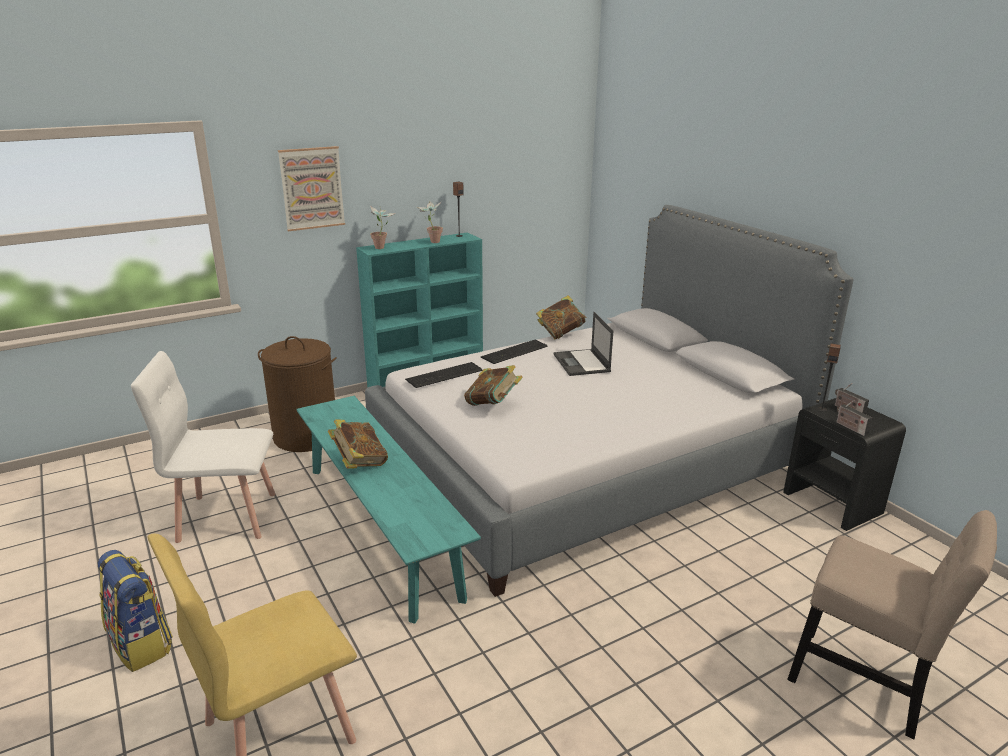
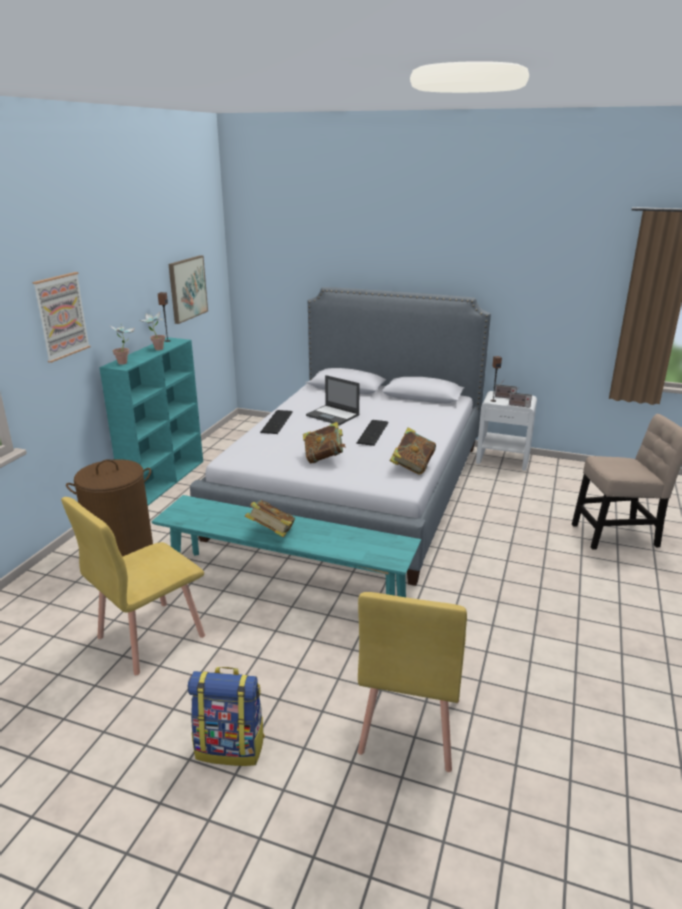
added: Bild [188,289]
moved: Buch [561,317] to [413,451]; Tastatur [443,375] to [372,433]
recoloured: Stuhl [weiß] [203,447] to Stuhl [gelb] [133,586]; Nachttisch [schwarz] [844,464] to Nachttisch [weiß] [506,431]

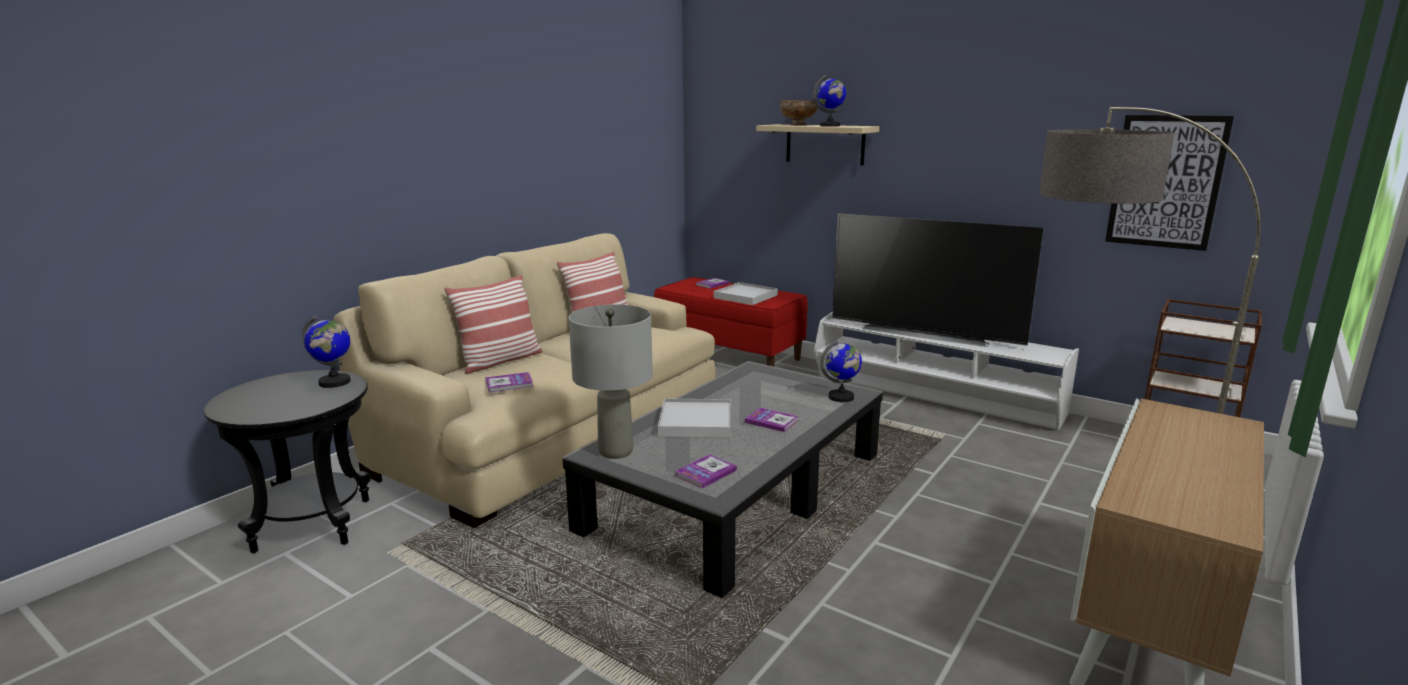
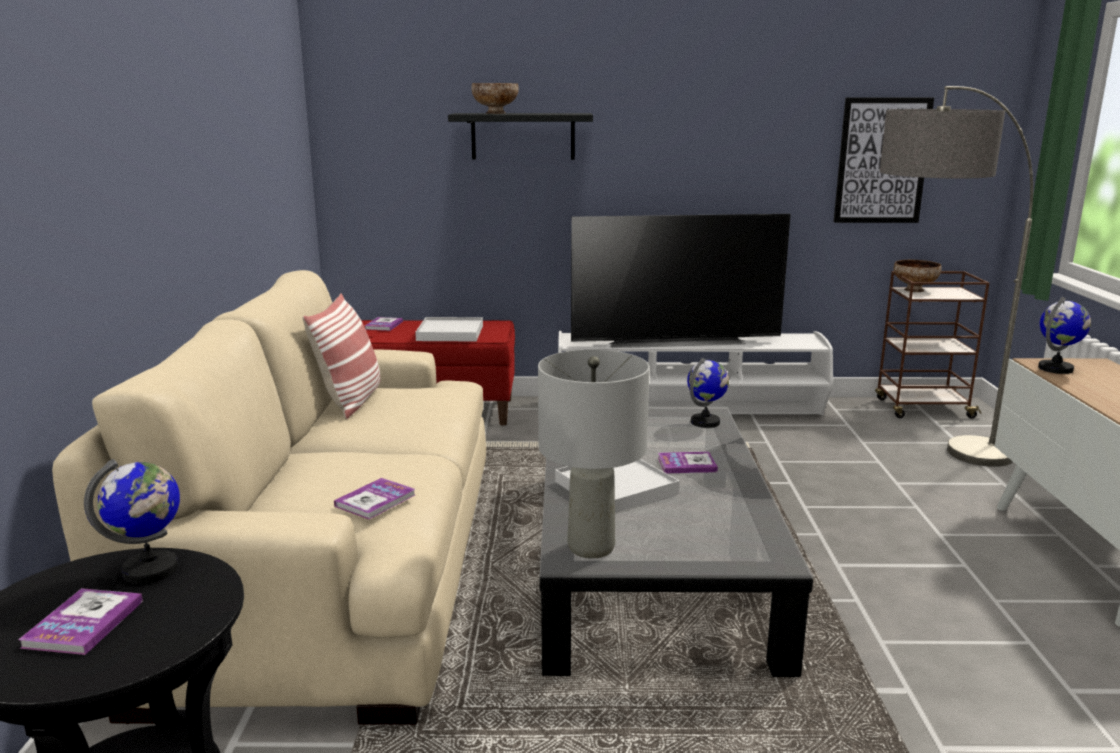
removed: Kissen [493,324]
added: Schüssel [918,276]
moved: Globus [829,101] to [1064,335]; Buch [706,471] to [80,621]
recoloured: Wandregal [beige] [818,144] to Wandregal [schwarz] [520,136]

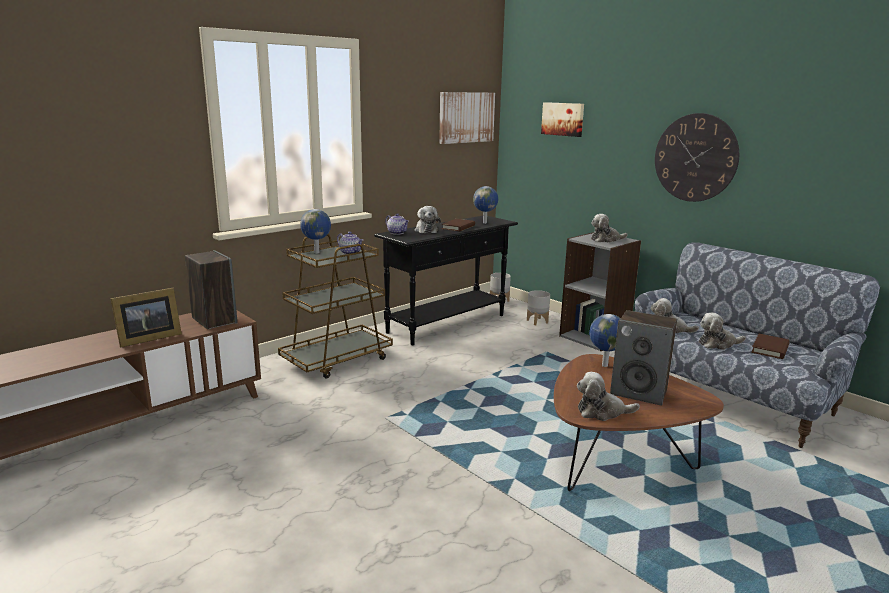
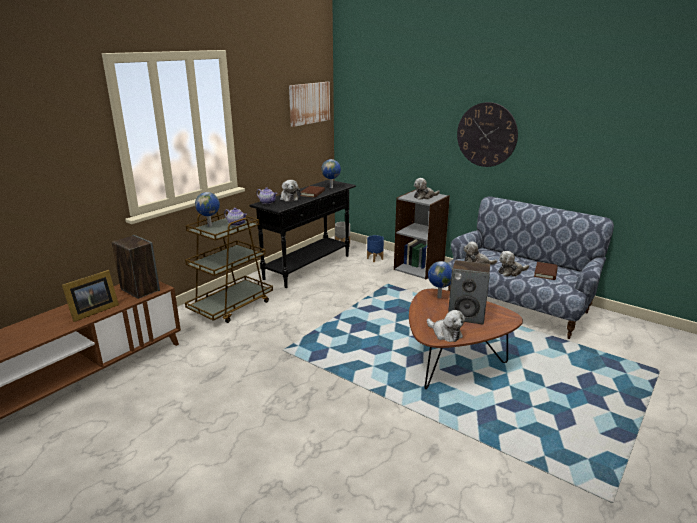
removed: Bild [562,119]
recoloured: Pflanzkübel [grau] [538,307] to Pflanzkübel [blau] [375,248]
turned: Plüschtier [608,396] = [446,326] 120 degrees counterclockwise

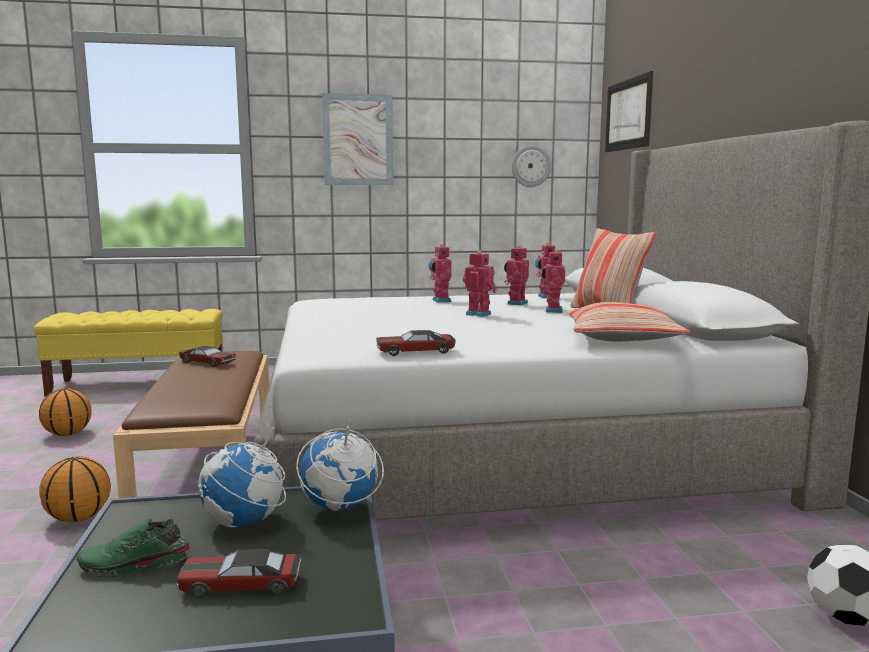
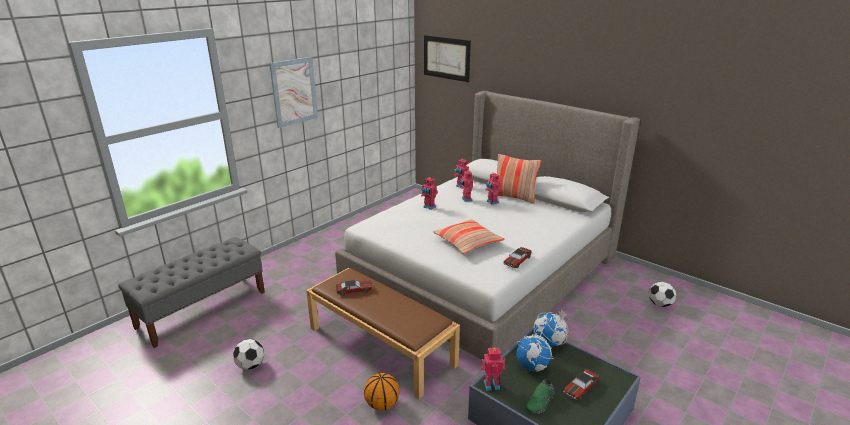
removed: Wanduhr [531,166]
moved: Spielzeugroboter [480,283] to [493,368]; Kissen [628,321] to [468,236]
replaced: Basketball [65,412] to Fußball [248,354]
recoloured: Bank [gelb] [128,352] to Bank [grau] [191,292]

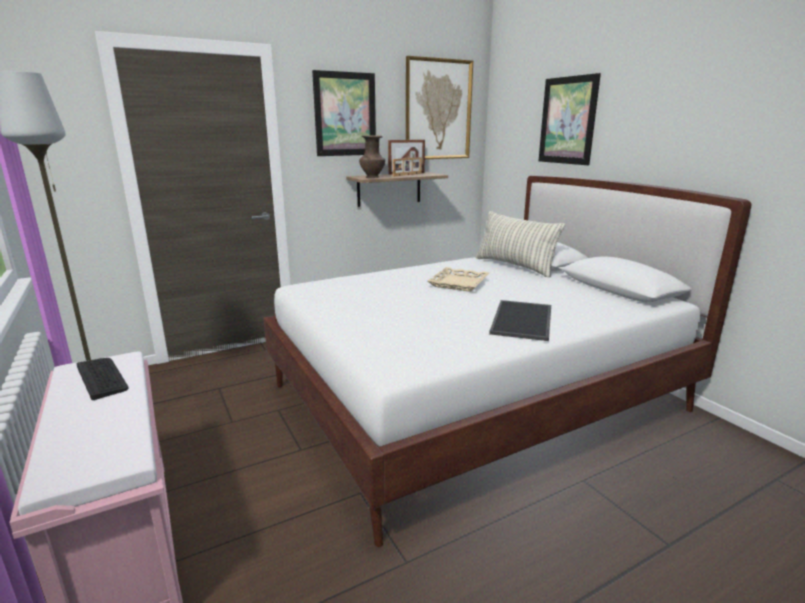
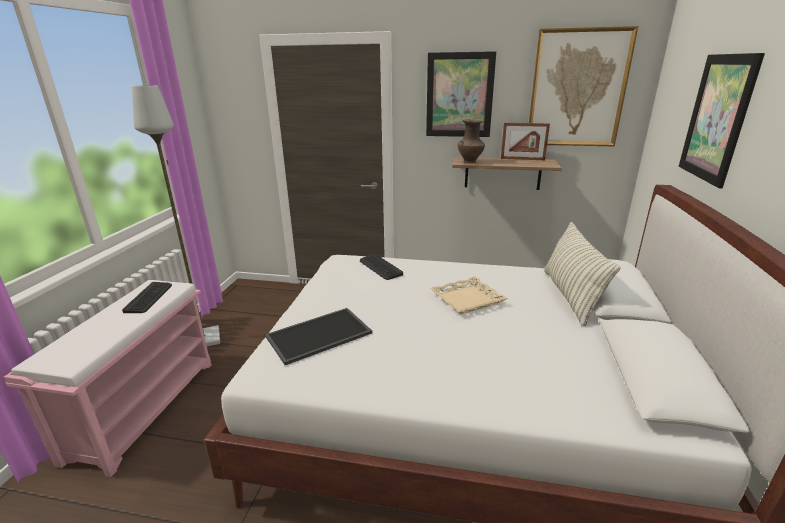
removed: Bilderrahmen [407,166]
added: Tastatur [381,267]
moved: Tablett [520,320] to [318,336]

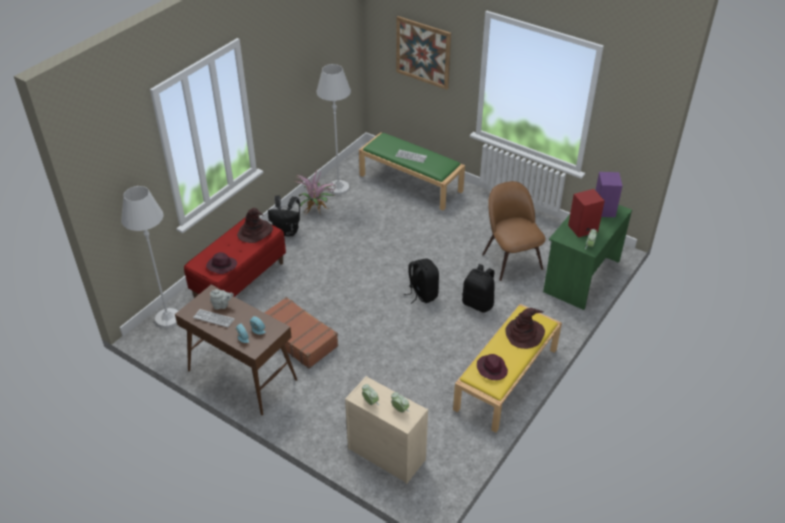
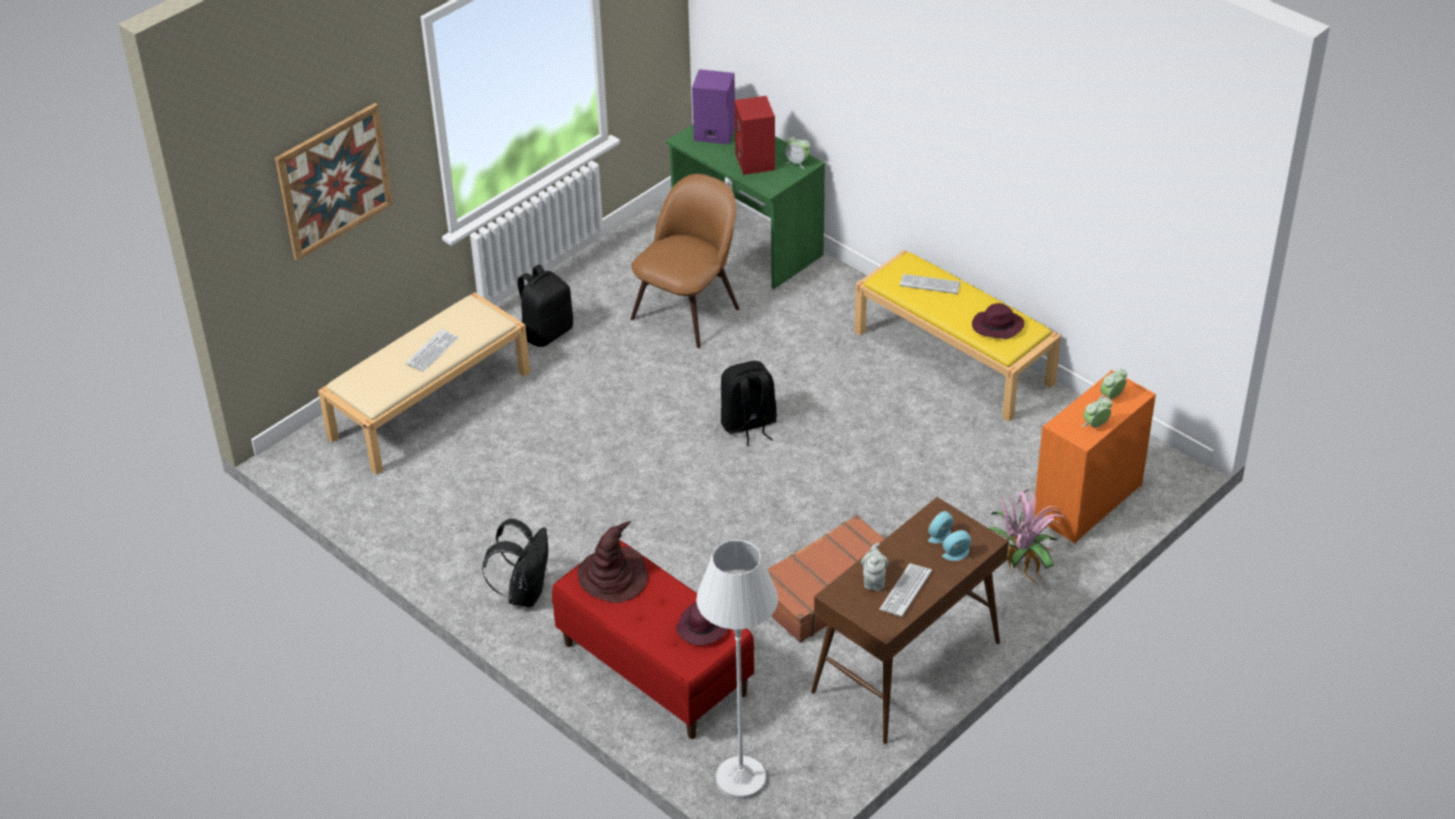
removed: Stehlampe [weiß] [333,129]
moved: Topfpflanze [316,192] to [1028,537]; Rucksack [schwarz] [478,288] to [545,305]
replaced: Hut [braun] [525,328] to Tastatur [930,284]
recoloured: Bank [grün] [412,171] to Bank [beige] [424,383]; Kommode [beige] [386,430] to Kommode [orange] [1095,456]
turned: Stuhl [braun] [514,231] = [685,261] 135 degrees clockwise

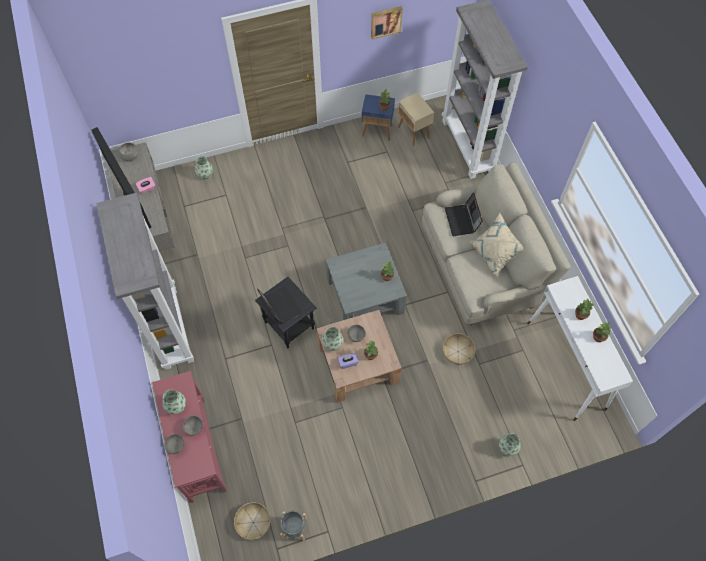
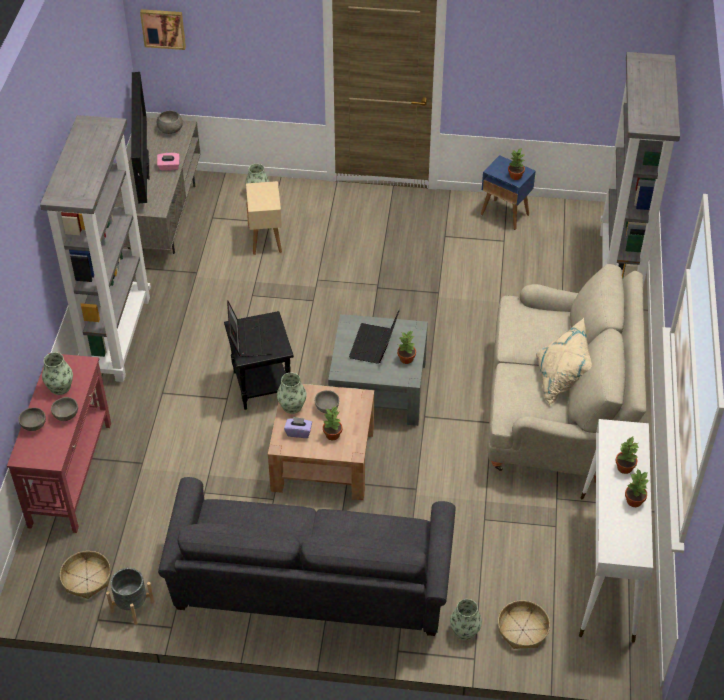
added: Sofa [grau] [306,556]
moved: Bild [387,23] to [163,29]; Beistelltisch [beige] [416,119] to [264,218]; Laptop [464,214] to [374,337]; Korb [459,349] to [524,624]

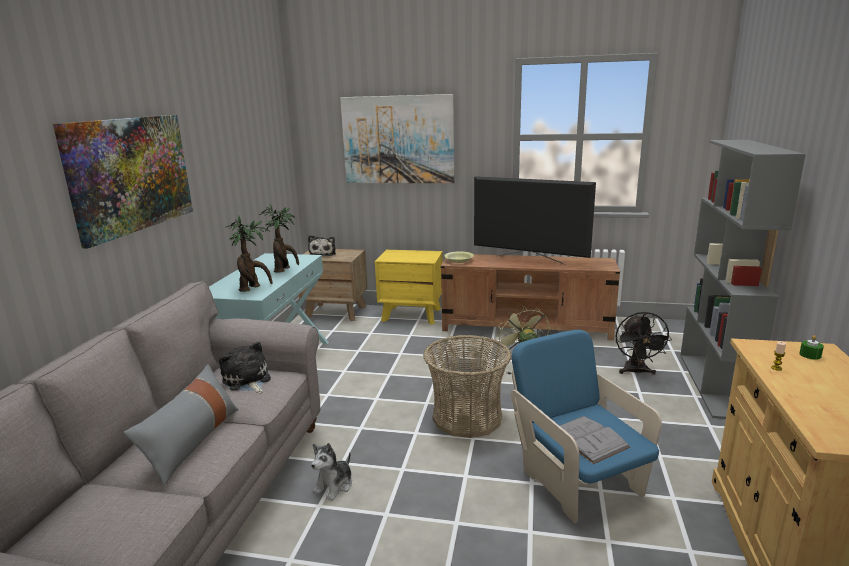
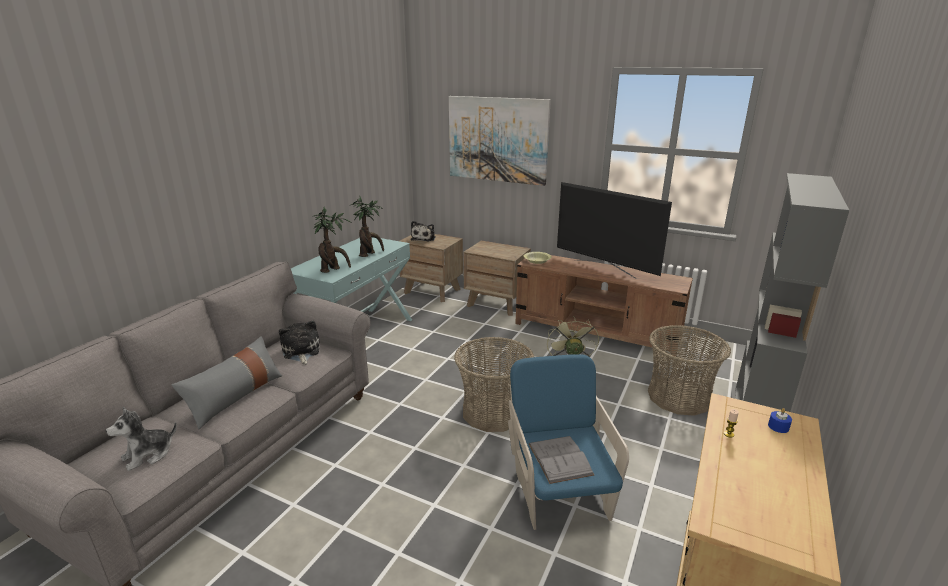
removed: Bild [123,181]
moved: Plüschtier [331,472] to [141,439]
replaced: Ventilator [schwarz] [644,343] to Korb [689,370]
recoloured: Nachttisch [gelb] [409,287] to Nachttisch [braun] [497,278]; Kerze [grün] [811,347] to Kerze [blau] [780,420]

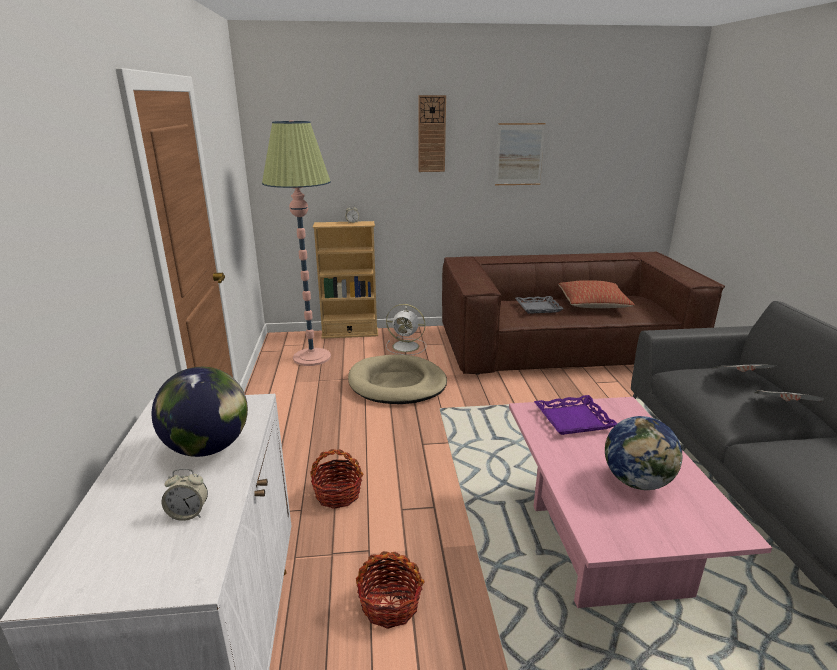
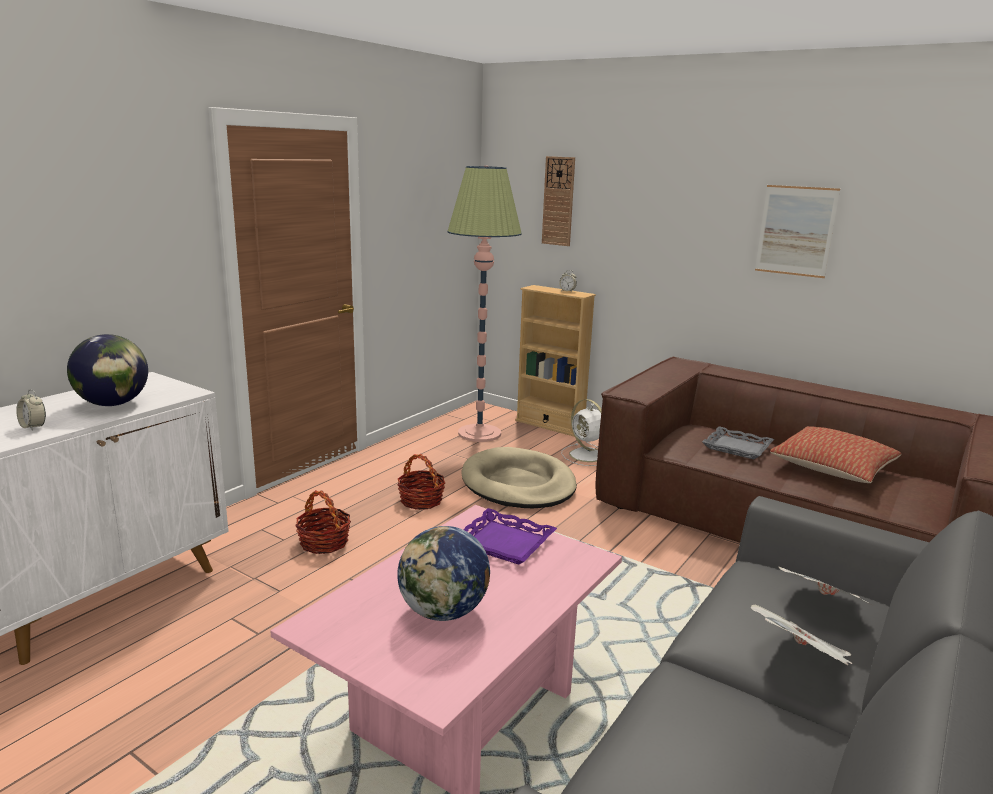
moved: Wanduhr [432,133] to [558,201]; Korb [390,590] to [421,482]

